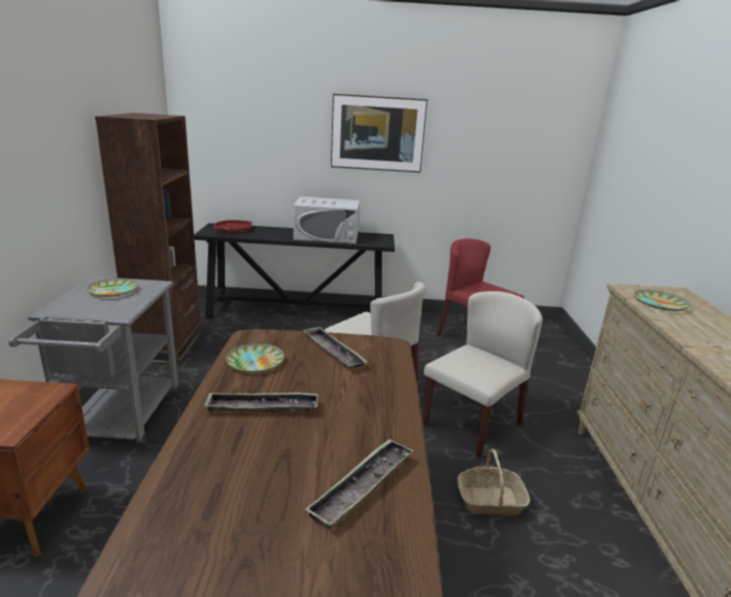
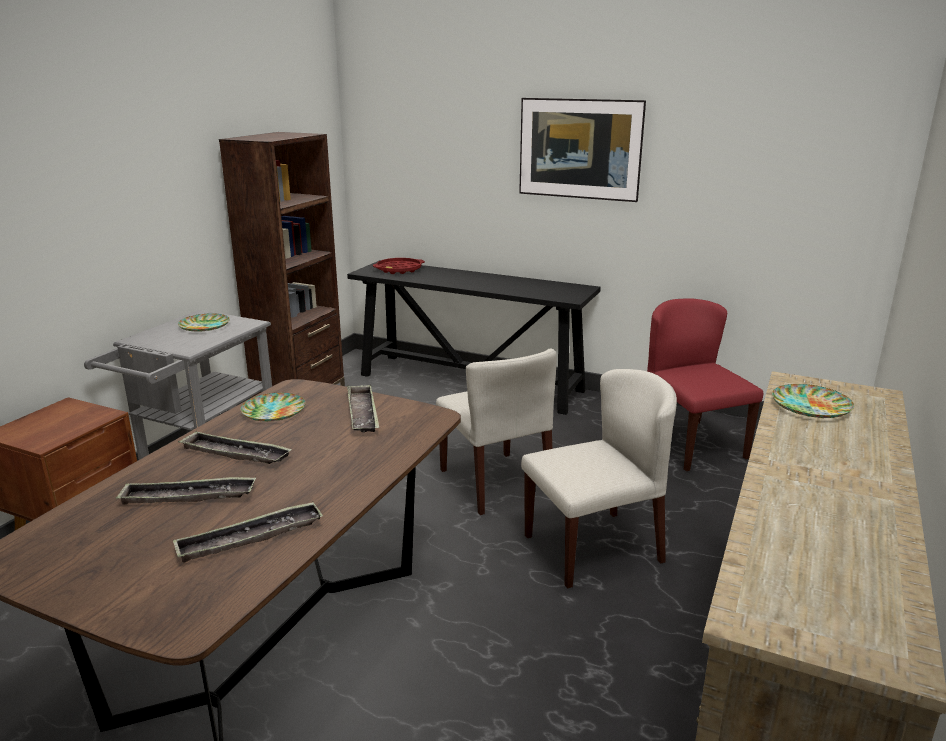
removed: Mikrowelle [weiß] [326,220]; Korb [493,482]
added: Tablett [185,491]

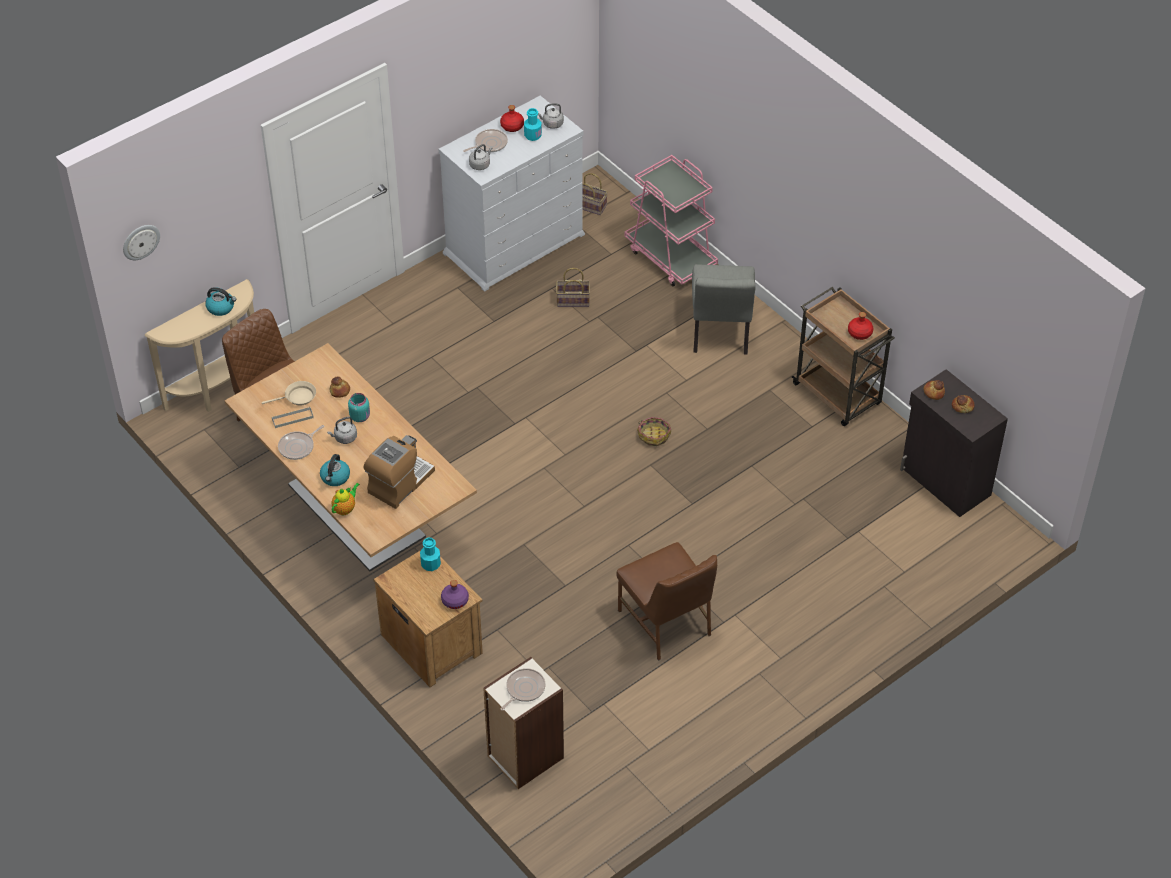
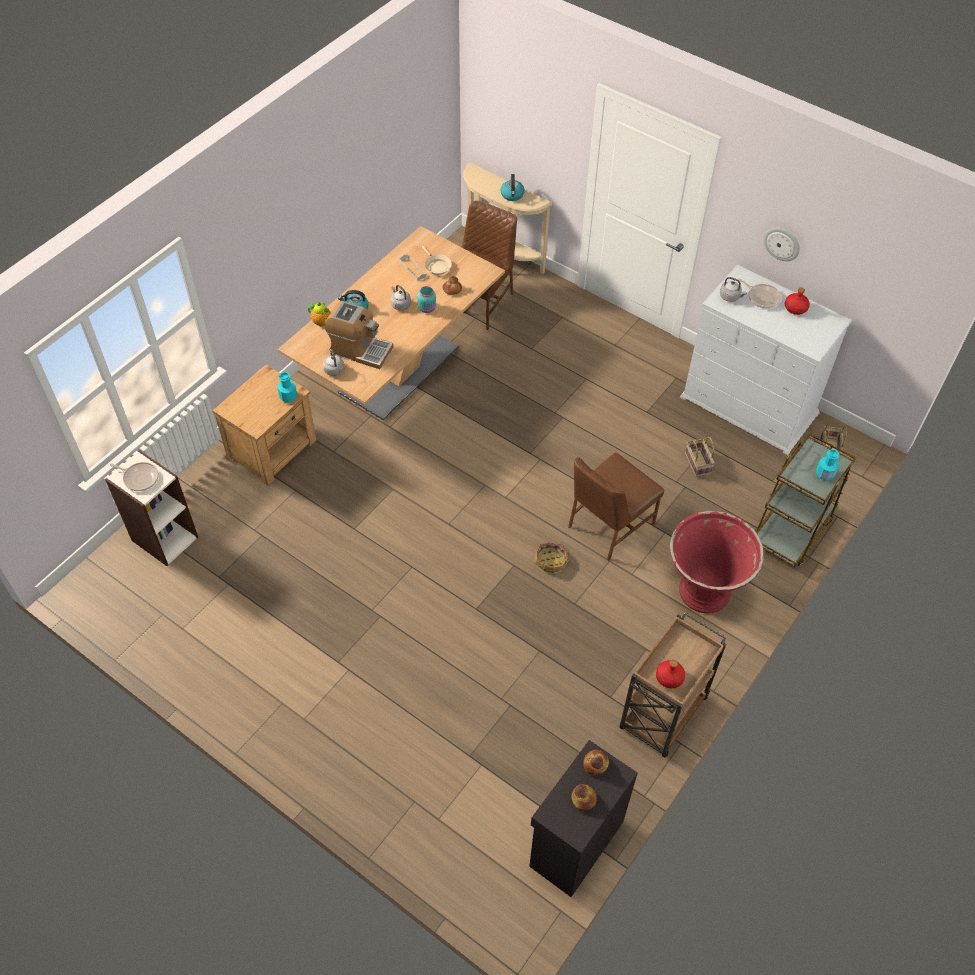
removed: Pfanne [301,442]; Flasche [lila] [455,594]
moved: Wasserkessel [grau] [551,116] to [333,362]; Flasche [türkis] [533,124] to [827,465]; Wanduhr [141,242] to [782,244]; Stuhl [braun] [666,601] to [616,506]
replaced: Stuhl [grau] [724,309] to Pflanzkübel [rot] [717,562]
recoloured: Rollwagen [rosa] [671,221] to Rollwagen [braun] [805,500]

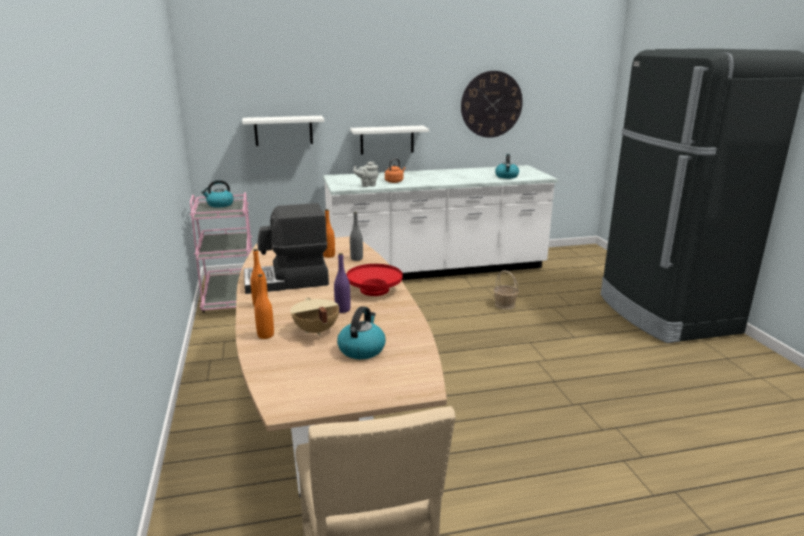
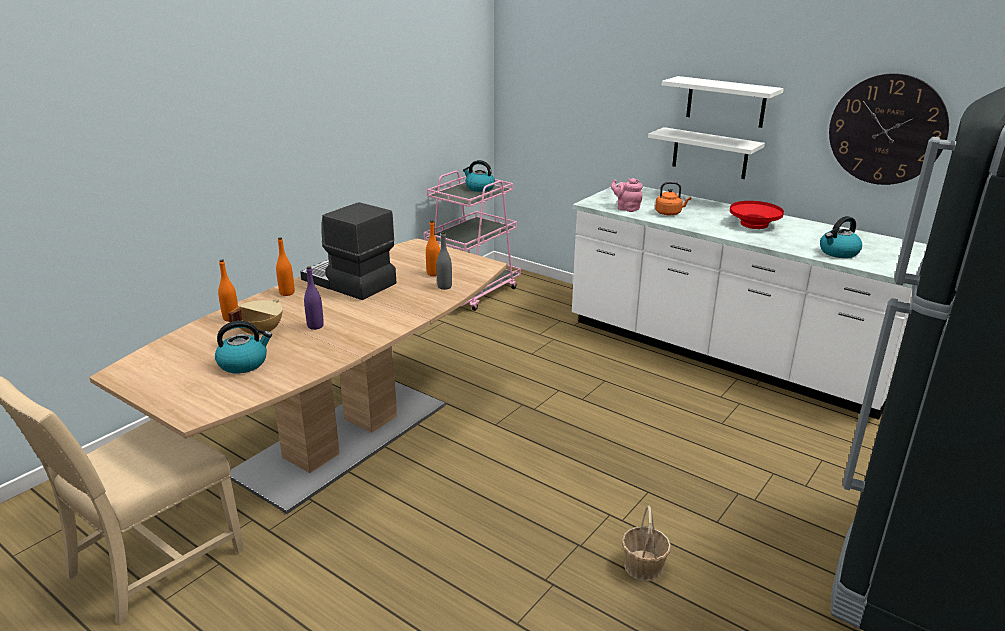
moved: Wandregal [weiß] [283,131] to [723,102]; Schüssel [rot] [374,280] to [757,215]; Korb [506,290] to [646,543]
recoloured: Teekanne [grau] [366,174] to Teekanne [rosa] [627,195]

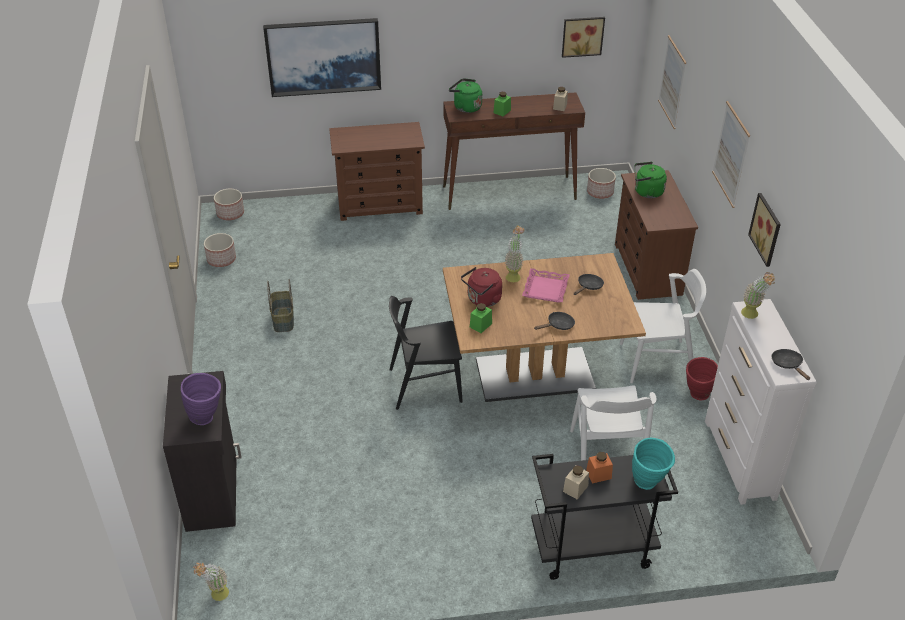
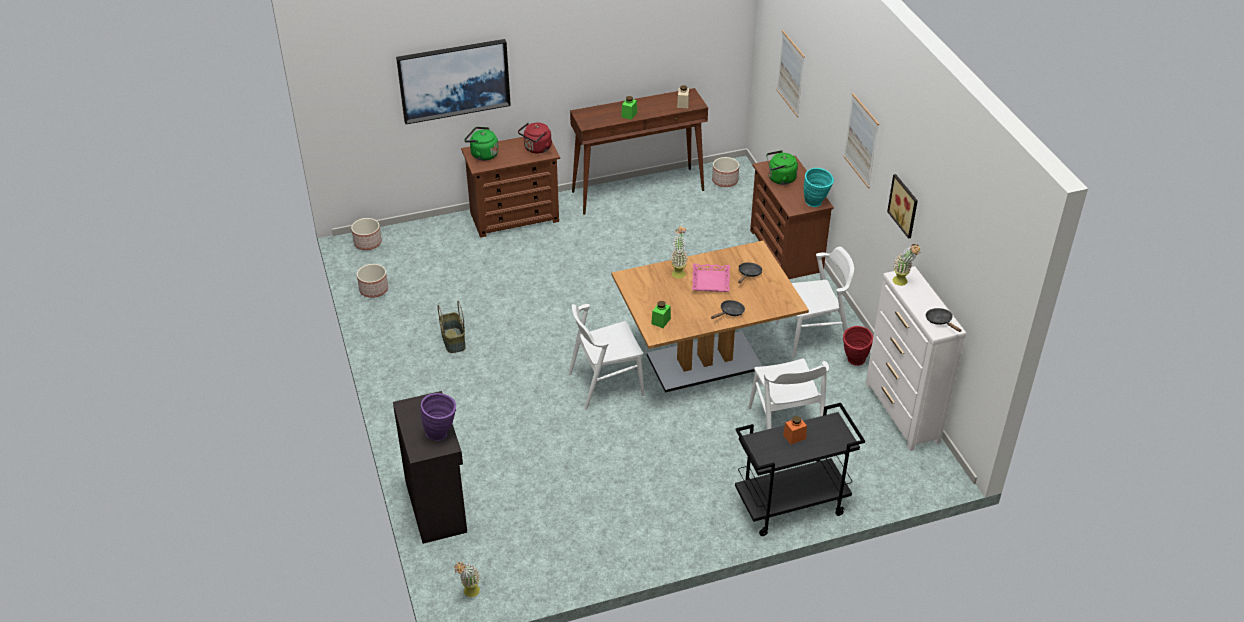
removed: Bild [583,37]; Vorratsglas [beige] [576,482]
moved: Wasserkessel [grün] [465,95] to [481,144]; Wasserkessel [rot] [481,287] to [535,138]; Vase [türkis] [653,464] to [819,187]
recoloured: Stuhl [schwarz] [426,353] to Stuhl [weiß] [606,357]

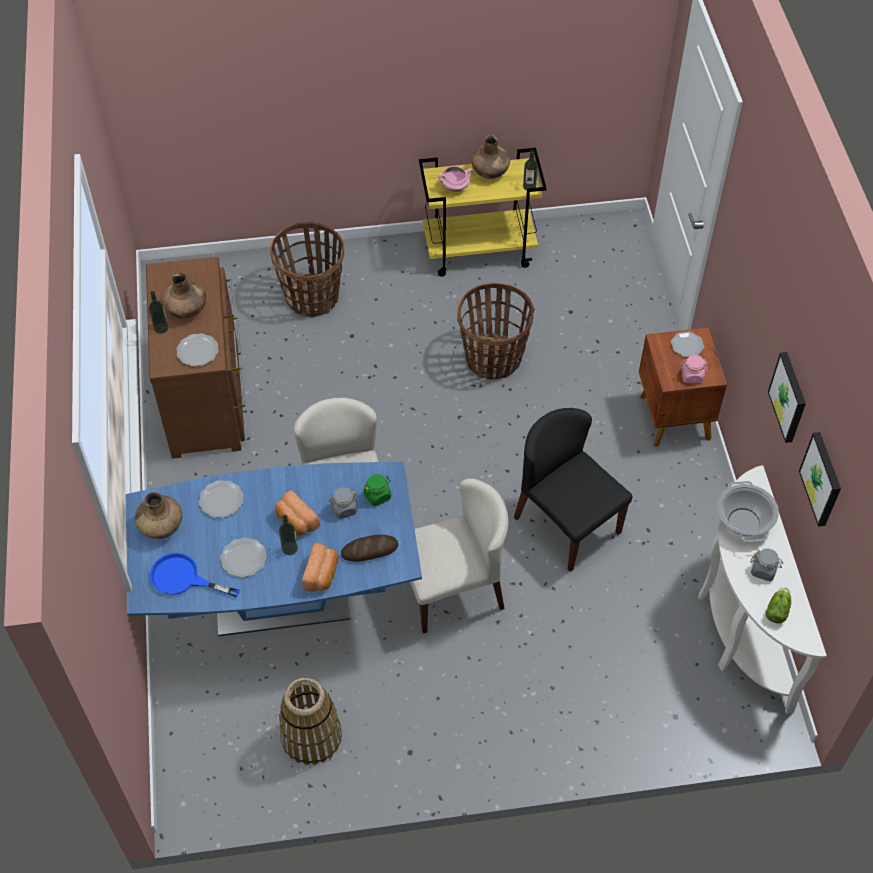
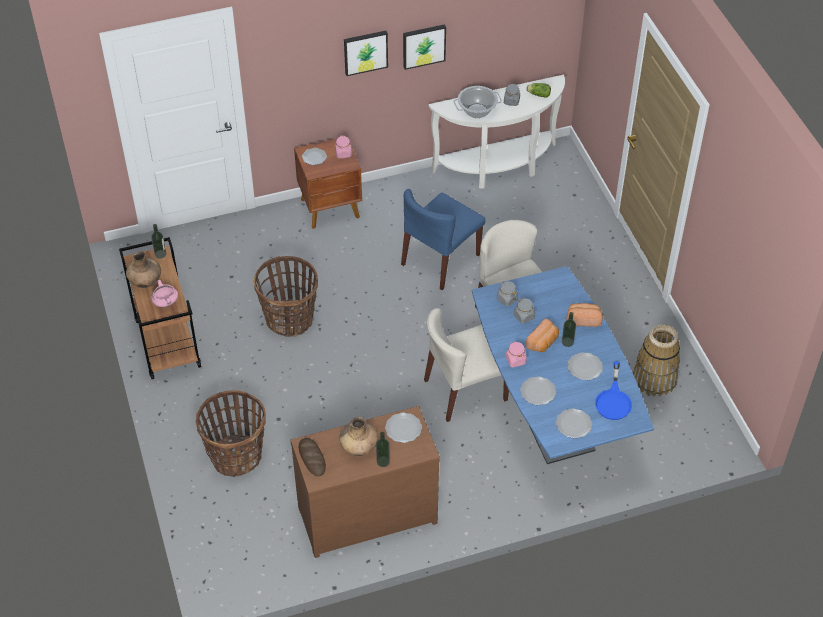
added: Vorratsglas [rosa] [516,354]
moved: Bild [820,479] to [366,53]; Brot [369,548] to [312,457]
replaced: Vase [braun] [158,515] to Teller [574,423]
recoloured: Rollwagen [gelb] [483,212] to Rollwagen [braun] [160,308]; Stuhl [schwarz] [573,490] to Stuhl [blau] [443,239]; Vorratsglas [grün] [377,490] to Vorratsglas [grau] [507,293]

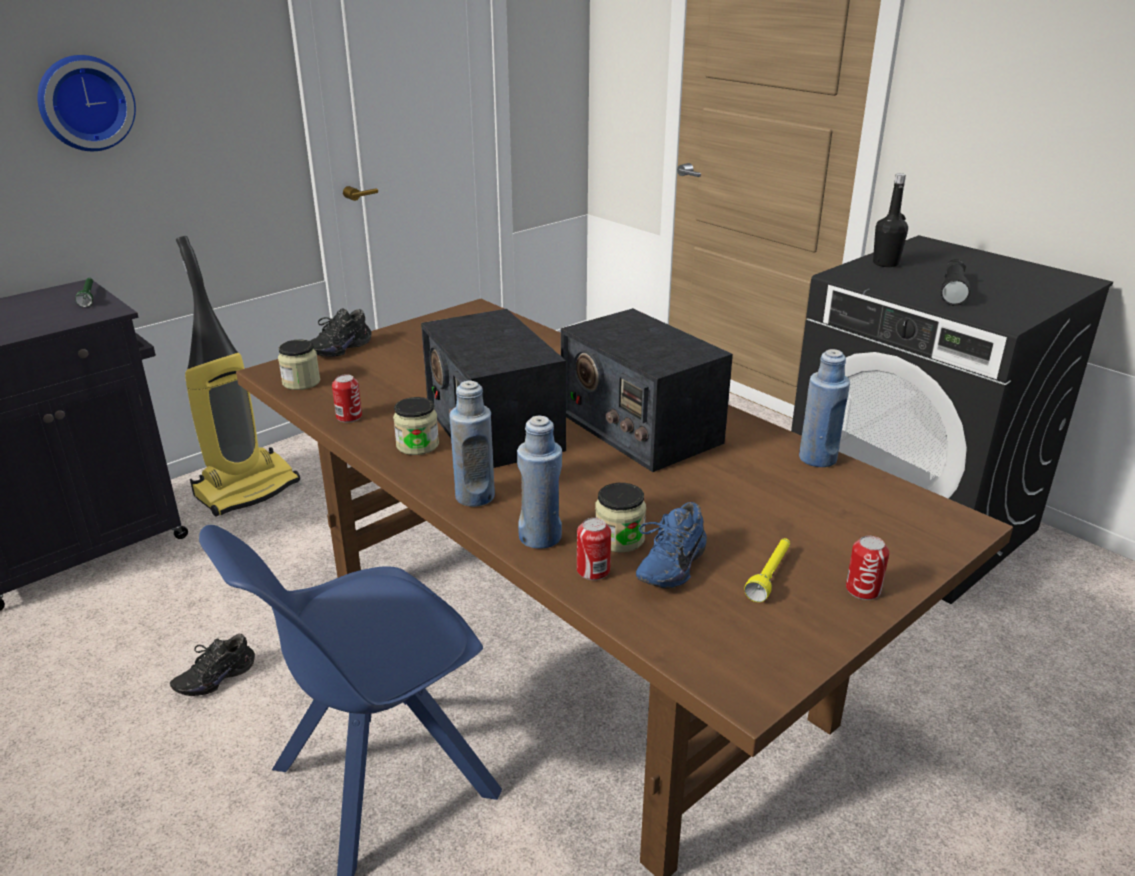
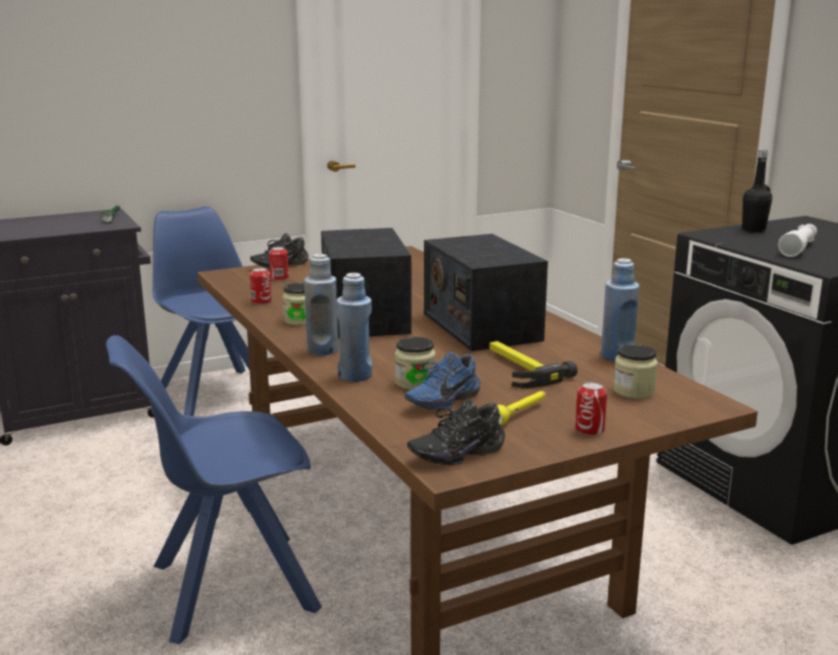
removed: Wanduhr [86,103]
added: Hammer [533,364]
moved: Vorratsglas [299,364] to [635,371]; Dose [594,549] to [279,264]; Schuh [schwarz] [212,665] to [456,432]
replaced: Staubsauger [238,376] to Stuhl [blau] [211,311]
recoloured: Taschenlampe [schwarz] [955,282] to Taschenlampe [weiß] [797,240]

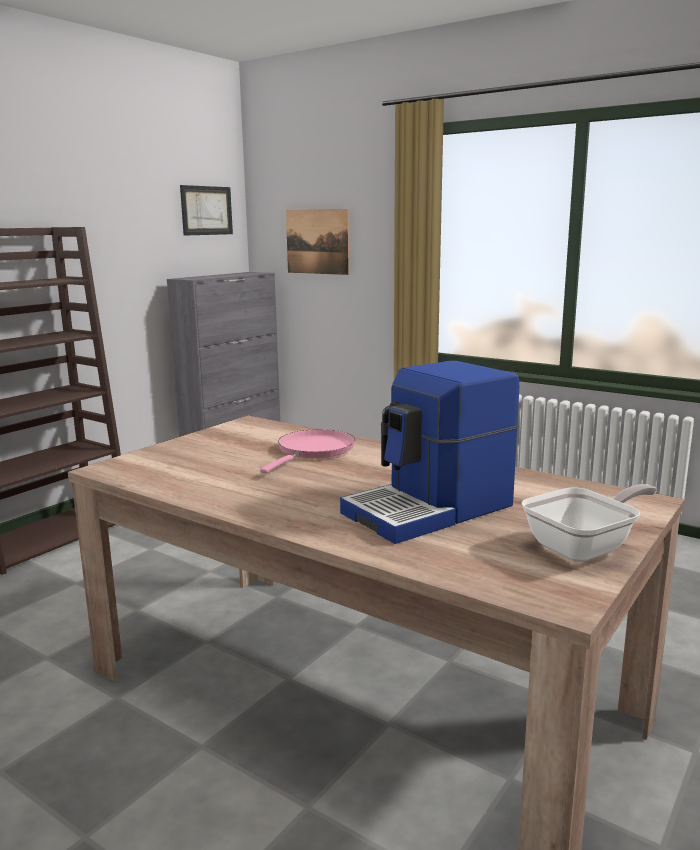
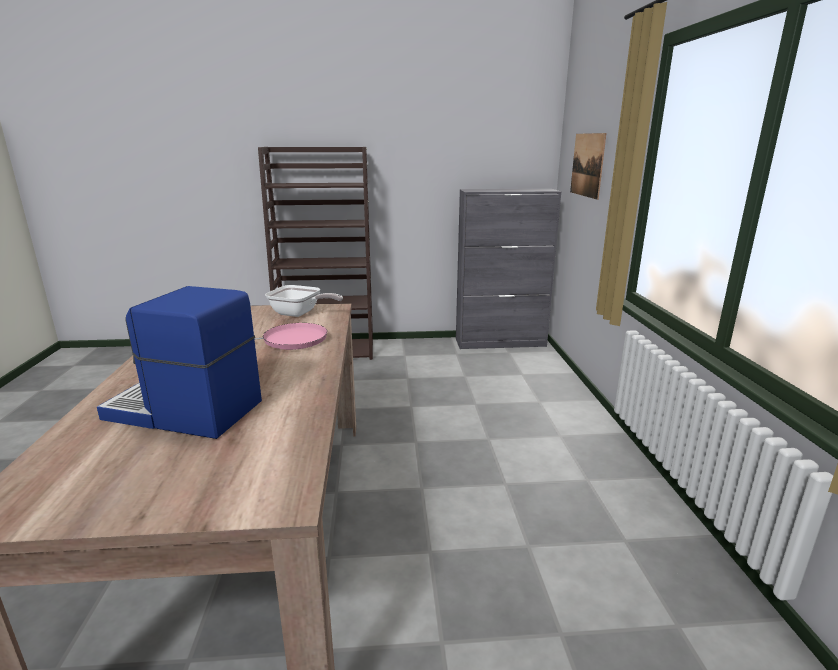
removed: Bild [206,210]
moved: Pfanne [589,523] to [304,301]

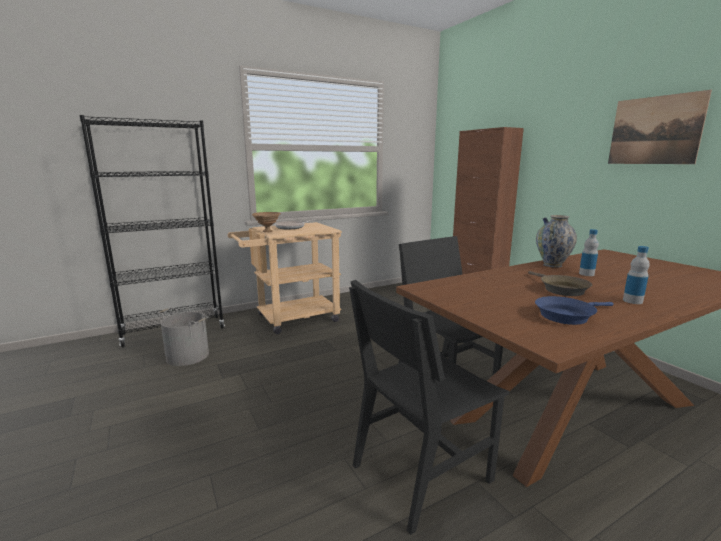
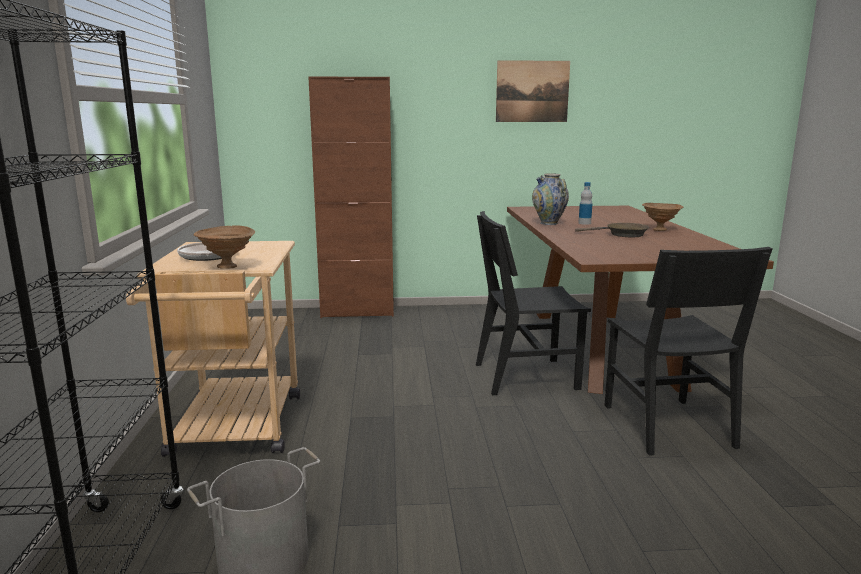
removed: Pfanne [blau] [574,310]
replaced: Flasche [636,275] to Schüssel [braun] [662,217]

